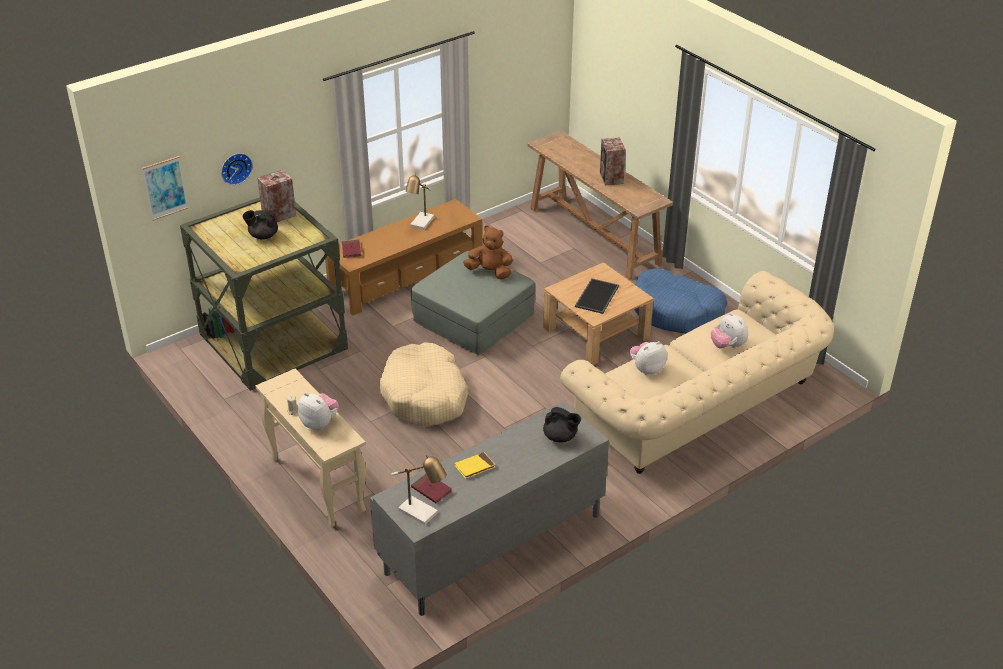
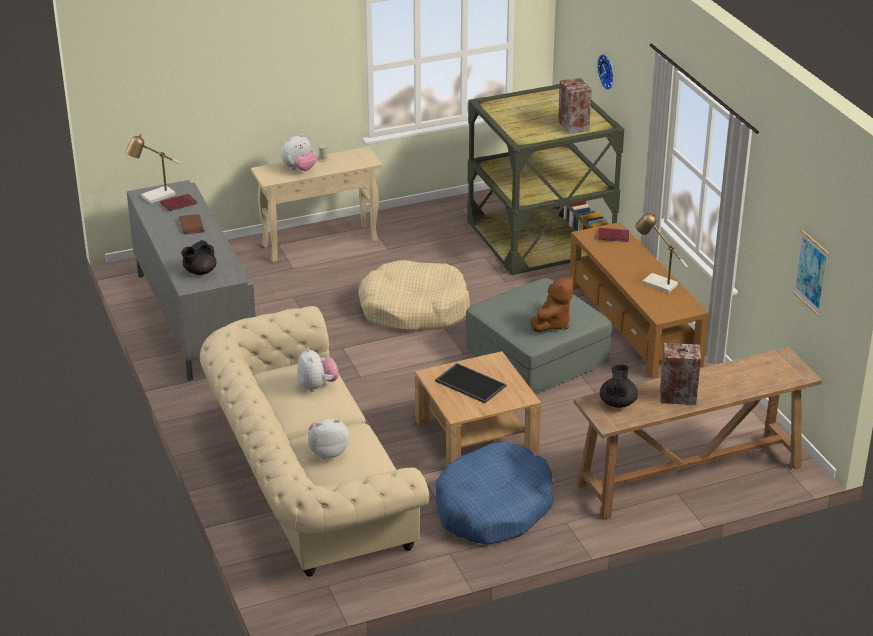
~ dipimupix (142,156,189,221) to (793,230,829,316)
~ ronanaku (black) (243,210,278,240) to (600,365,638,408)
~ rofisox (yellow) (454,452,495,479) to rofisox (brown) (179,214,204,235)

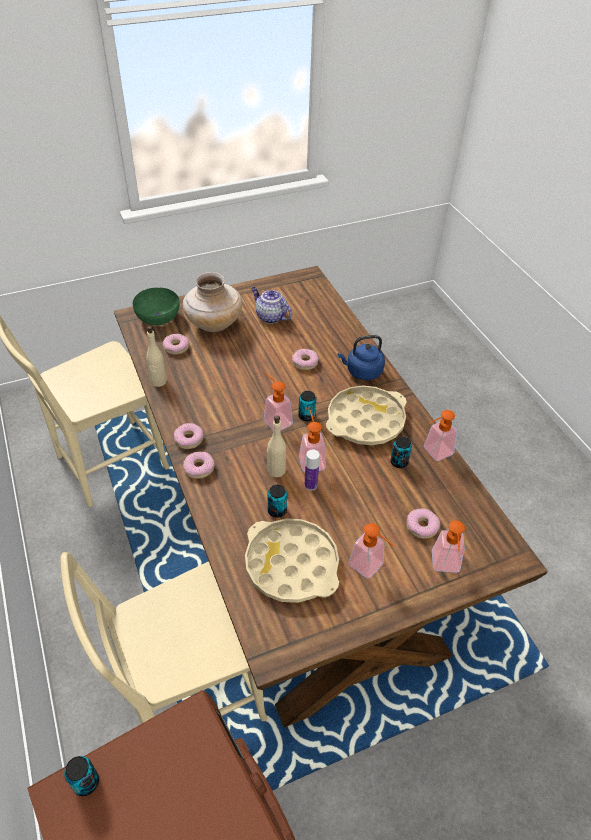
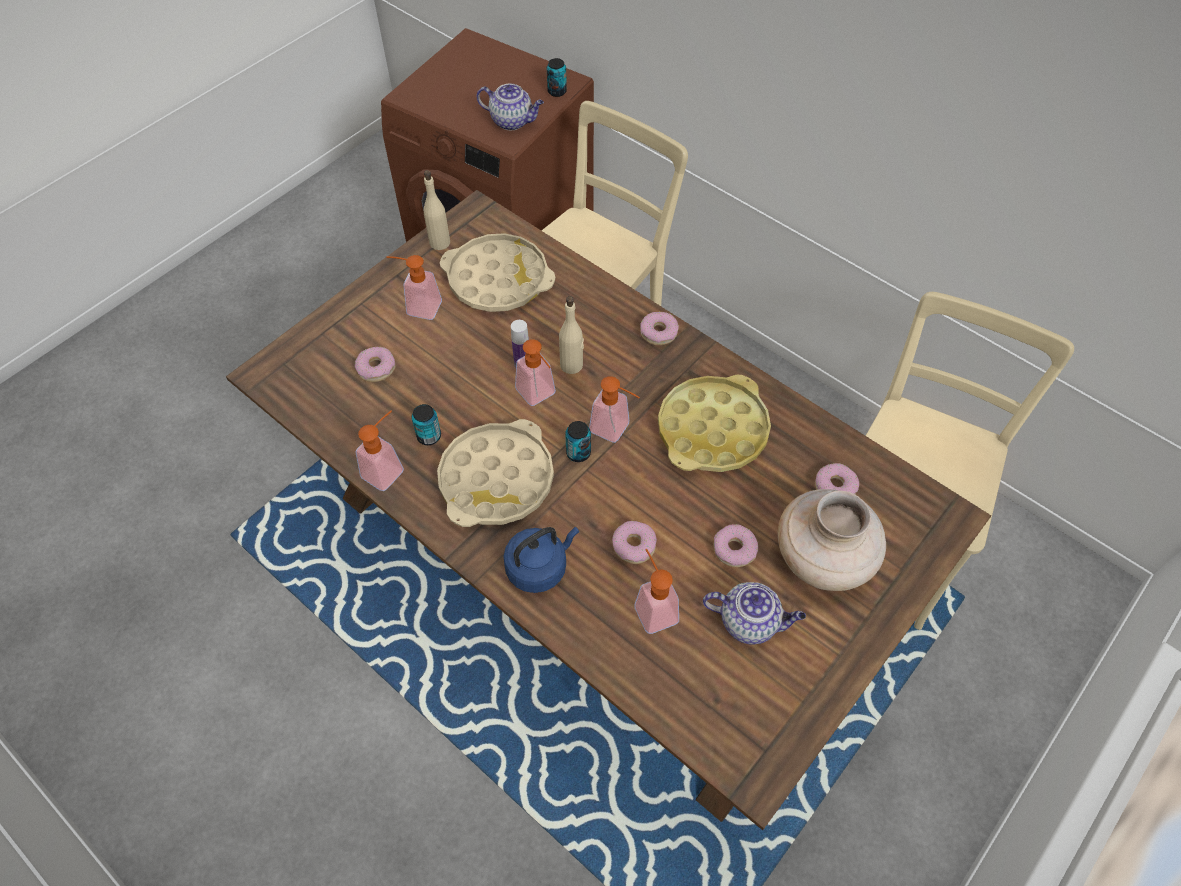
- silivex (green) (133,288,180,325)
~ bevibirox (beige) (146,326,167,387) to (424,170,450,250)
~ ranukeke (174,423,204,449) to (713,524,758,567)
- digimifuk (268,485,287,518)
~ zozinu (432,520,465,573) to (635,549,679,634)
+ ronanaku (477,84,544,130)
+ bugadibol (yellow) (658,374,771,472)

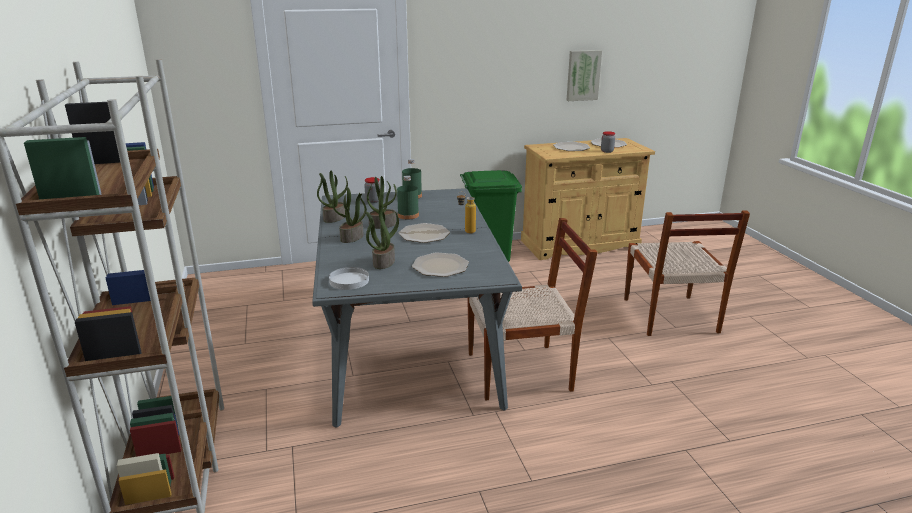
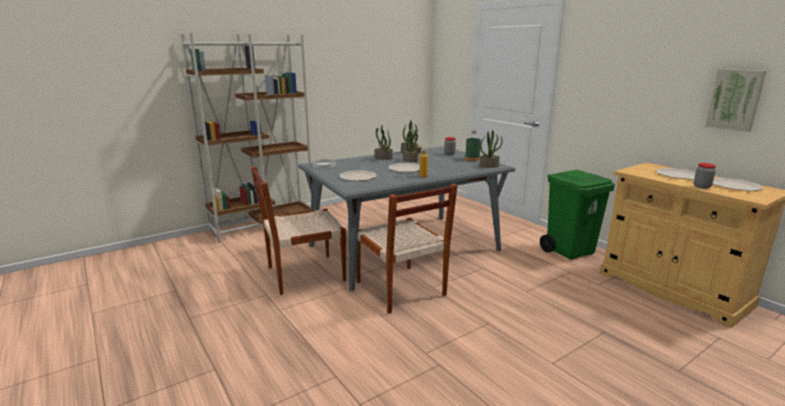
~ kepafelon (365,207,399,269) to (479,130,503,168)
- bevibirox (green) (397,175,419,219)
~ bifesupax (624,210,750,336) to (251,166,346,295)

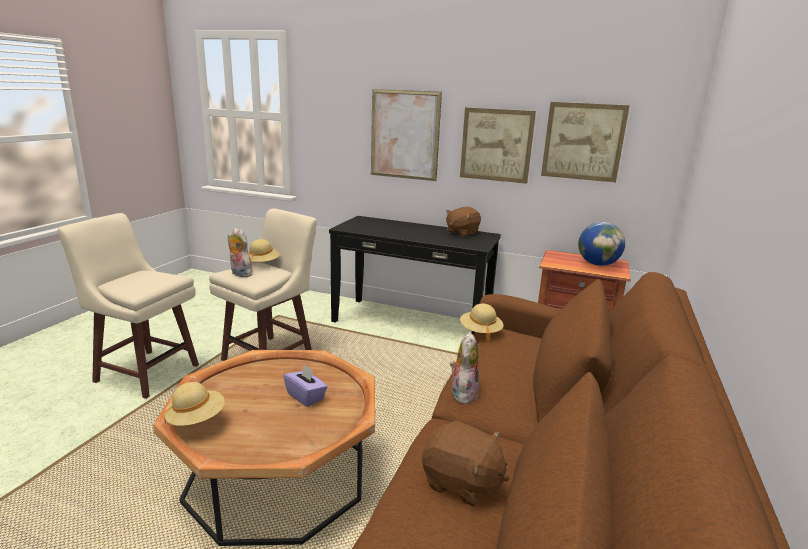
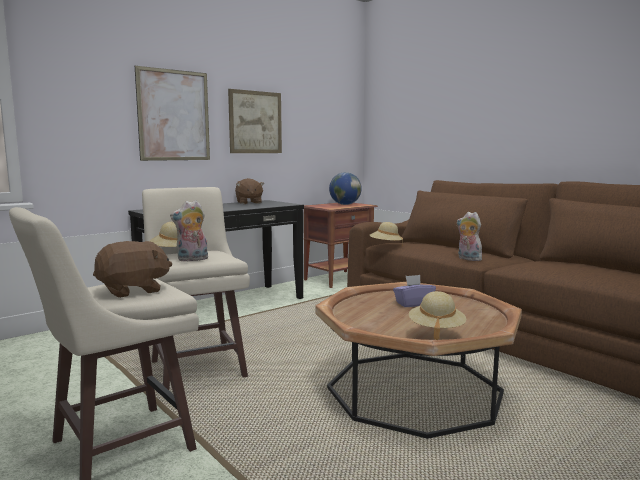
~ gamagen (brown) (422,421,509,507) to (93,241,172,298)
- dipimupix (541,102,630,182)

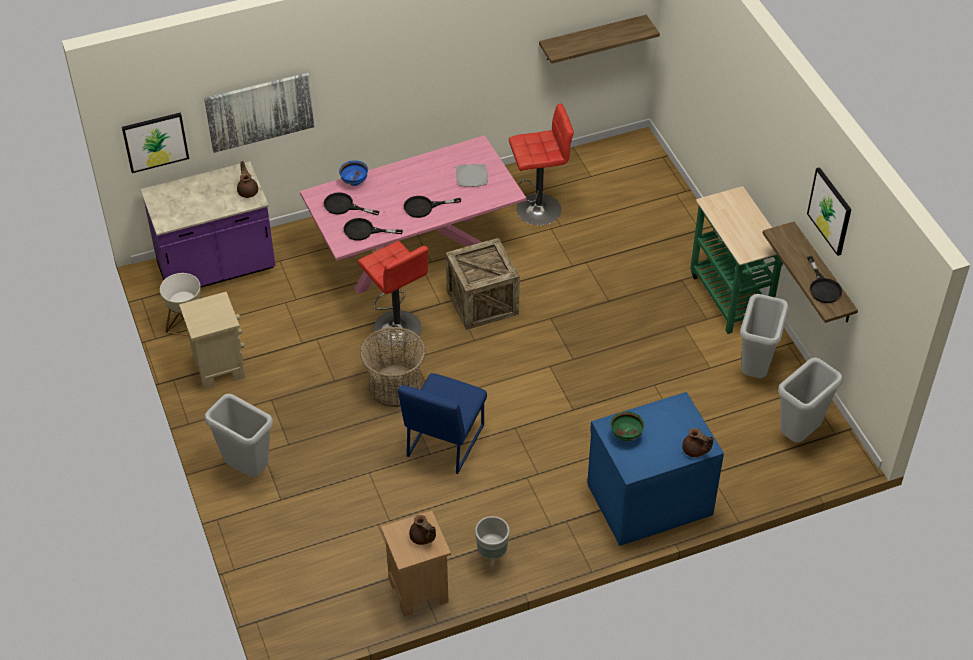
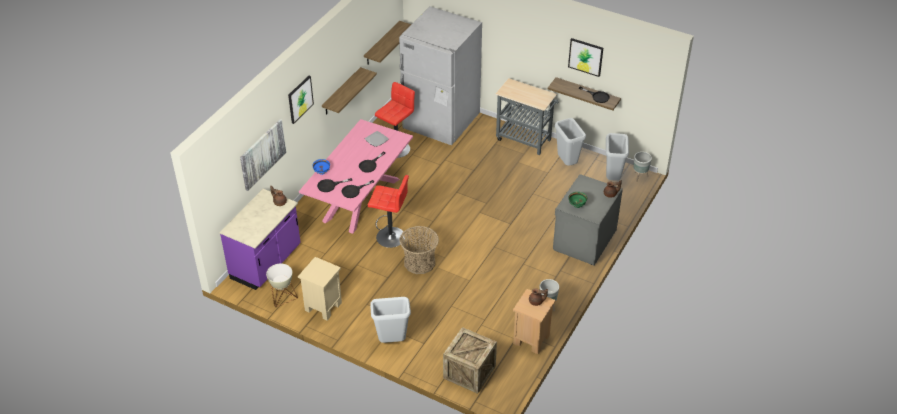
~ dipimupix (122,113,189,173) to (288,76,314,124)
- bifesupax (blue) (398,373,487,474)
~ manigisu (446,238,520,330) to (443,327,497,394)
~ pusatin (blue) (587,392,724,546) to pusatin (grey) (553,174,623,265)
~ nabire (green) (690,186,783,334) to nabire (grey) (496,78,559,155)
+ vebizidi (322,67,377,115)
+ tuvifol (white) (399,6,482,145)
+ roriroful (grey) (634,152,652,182)

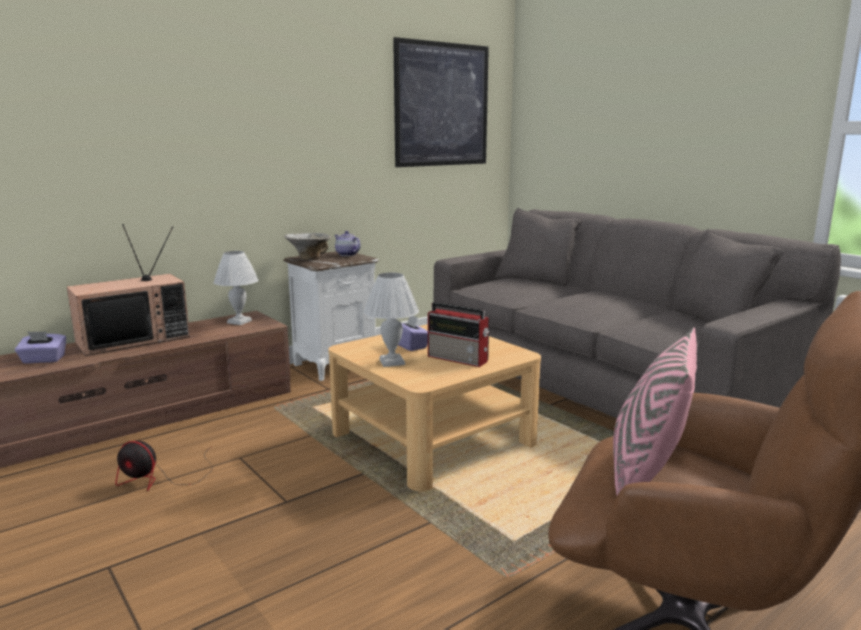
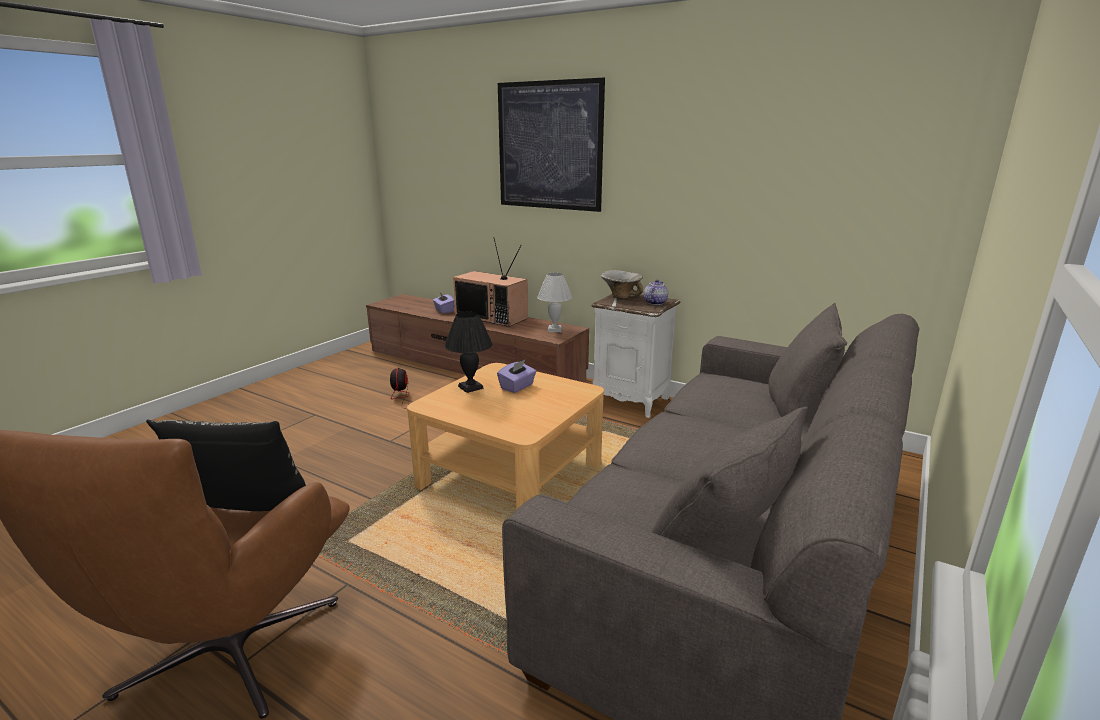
~ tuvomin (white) (364,273,419,367) to tuvomin (black) (445,311,492,393)
~ dipimupix (393,37,489,167) to (498,78,605,212)
- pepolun (428,302,490,367)
~ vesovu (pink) (613,327,697,496) to vesovu (black) (146,420,306,511)

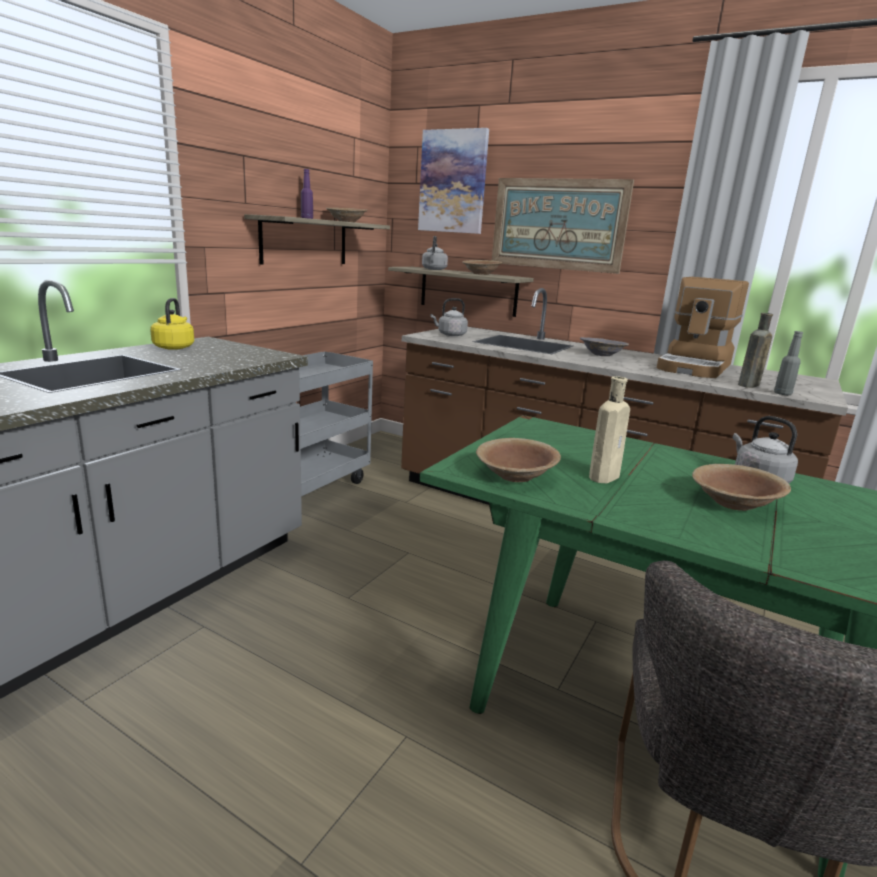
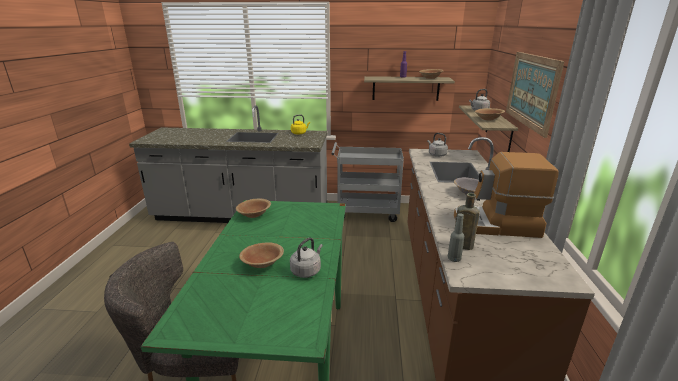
- dipimupix (418,128,489,234)
- bevibirox (beige) (589,376,630,483)

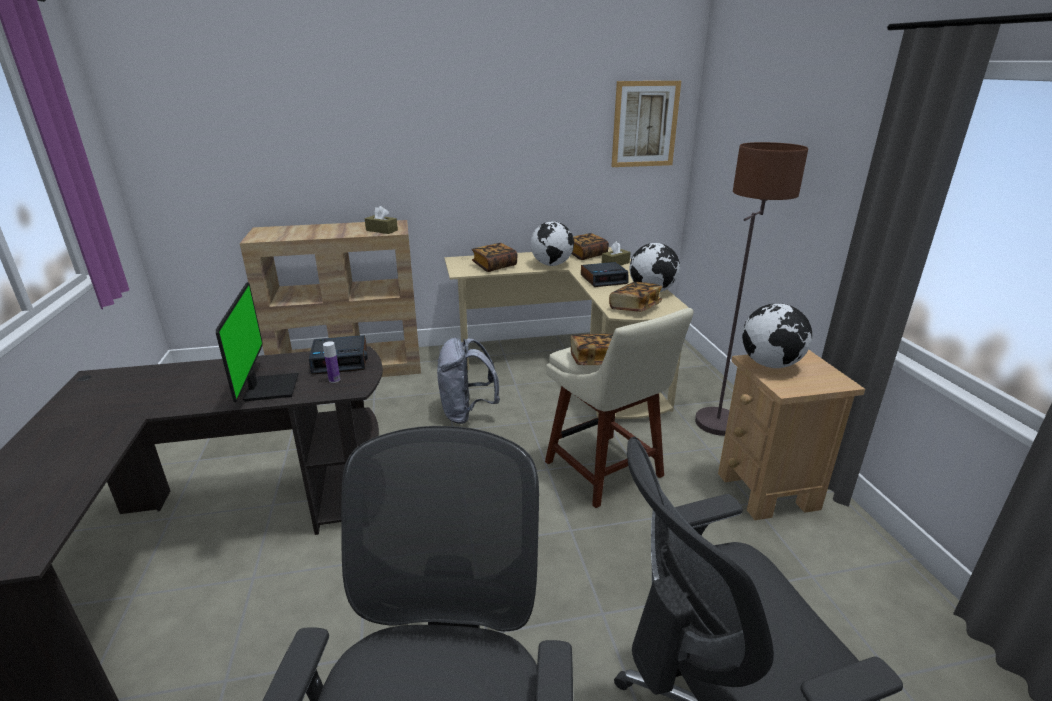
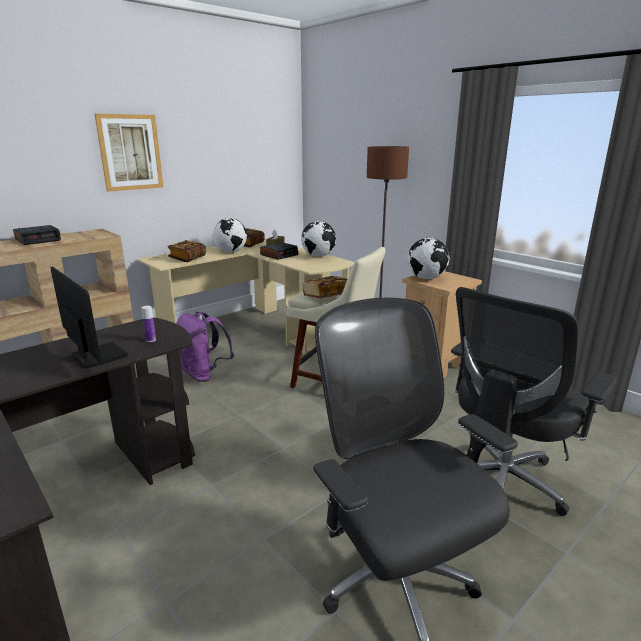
~ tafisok (309,335,368,375) to (13,225,61,245)
- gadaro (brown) (365,206,398,234)
~ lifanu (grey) (437,338,500,424) to lifanu (purple) (176,312,234,382)
- rofisox (609,282,662,312)
~ dipimupix (611,81,681,167) to (95,114,163,192)

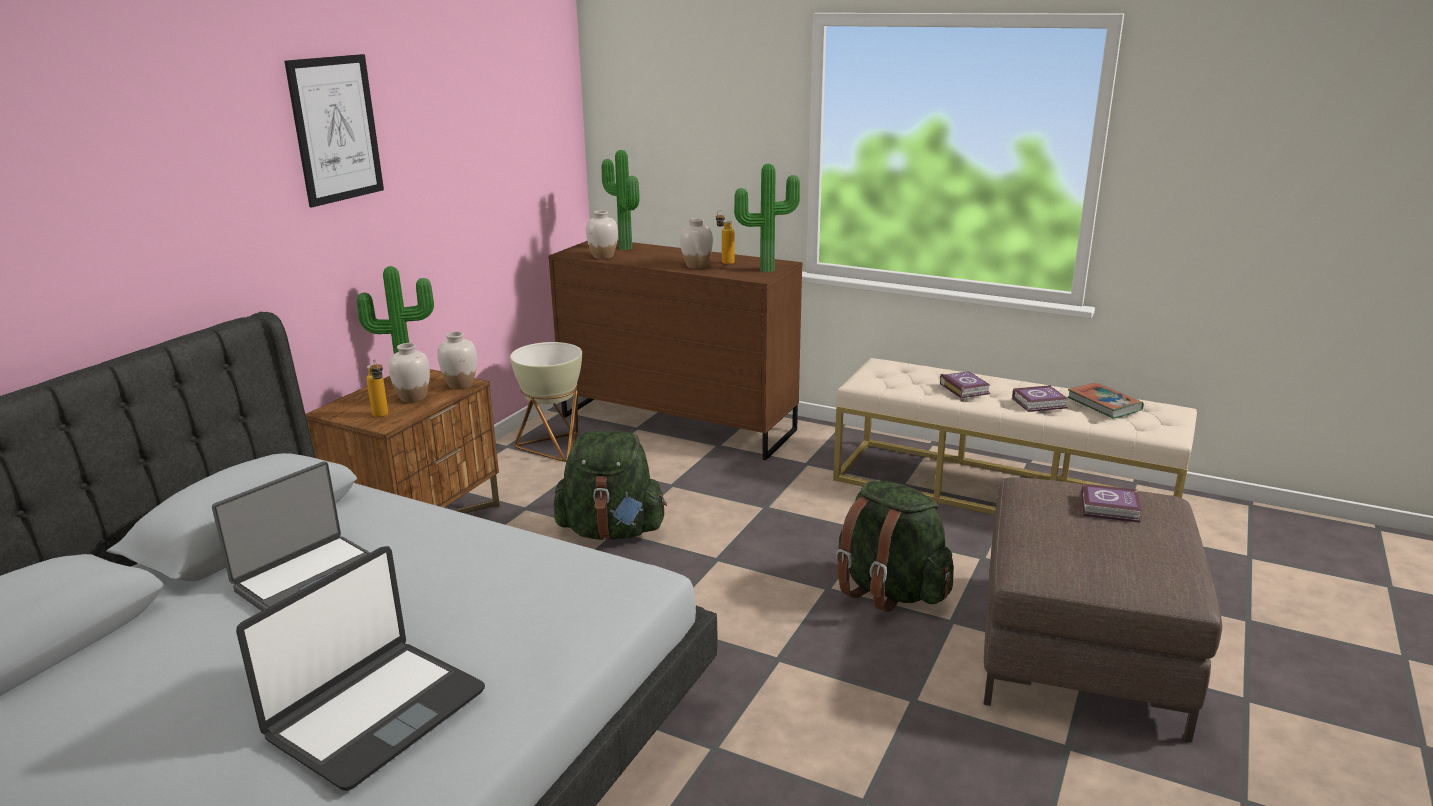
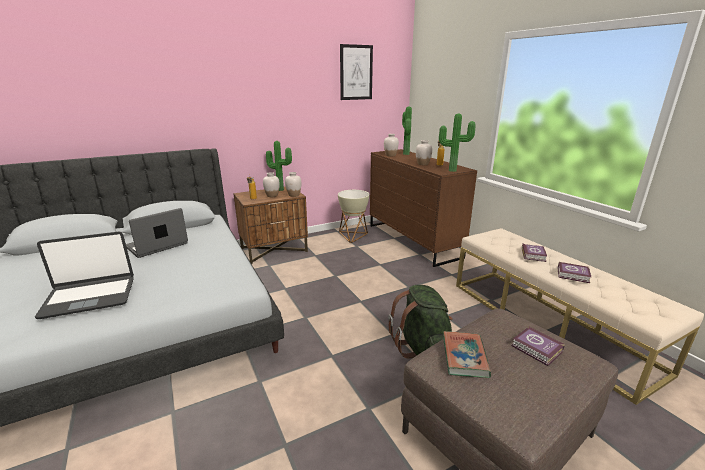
~ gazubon (212,461,371,611) = (126,208,188,258) 150 degrees clockwise
~ dipimupix (284,54,384,207) to (340,44,373,100)
- lifanu (green) (554,431,667,540)
~ rofisox (1068,383,1144,418) to (443,331,491,378)

